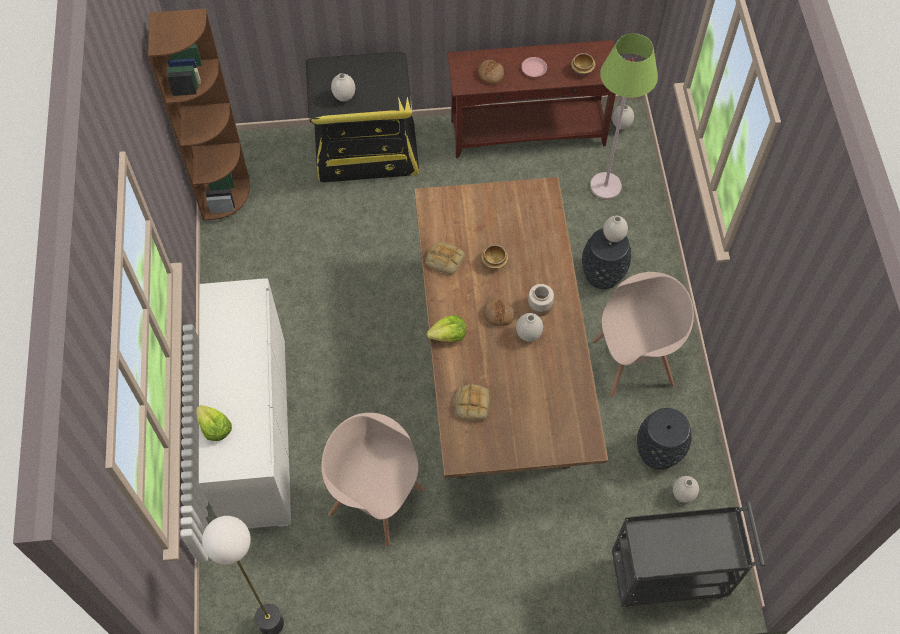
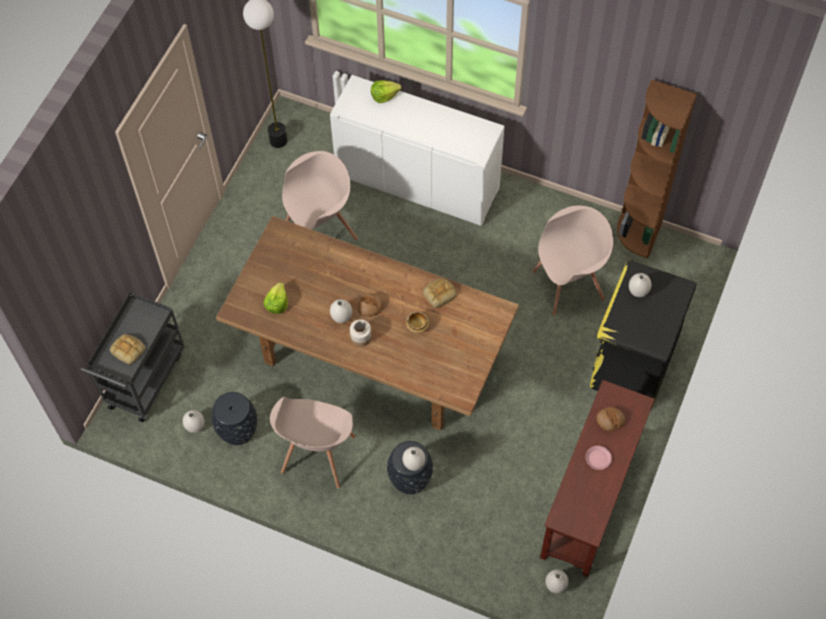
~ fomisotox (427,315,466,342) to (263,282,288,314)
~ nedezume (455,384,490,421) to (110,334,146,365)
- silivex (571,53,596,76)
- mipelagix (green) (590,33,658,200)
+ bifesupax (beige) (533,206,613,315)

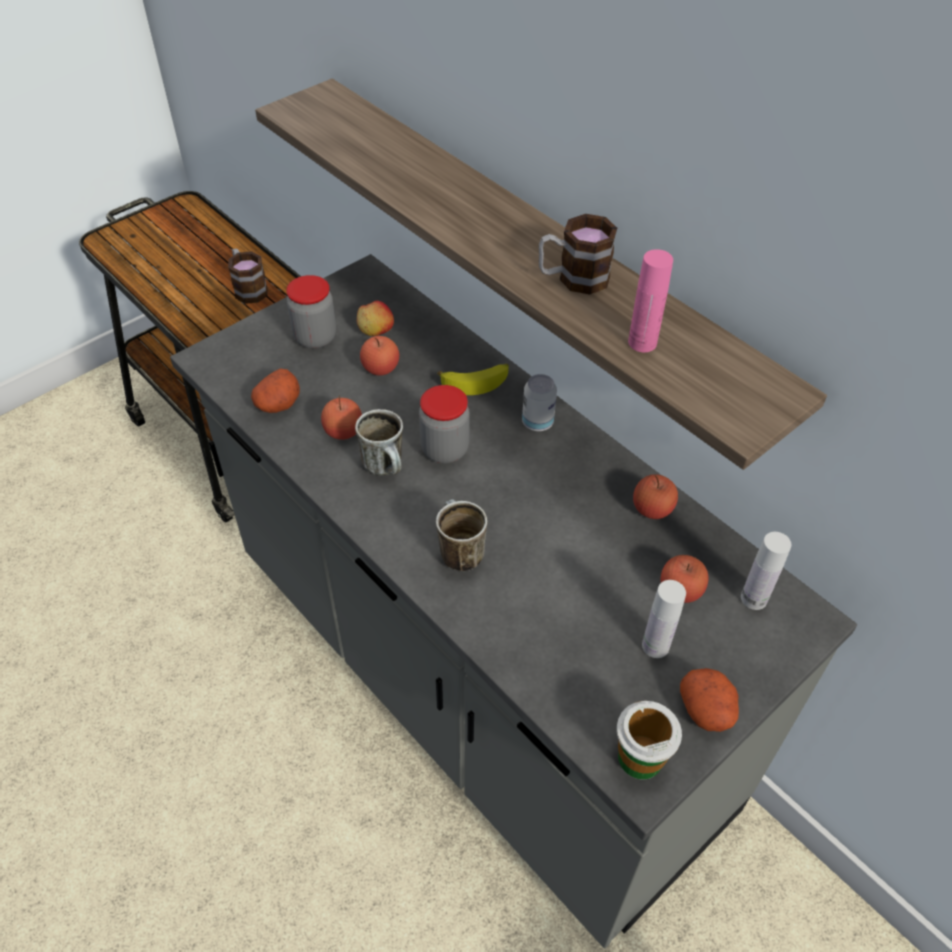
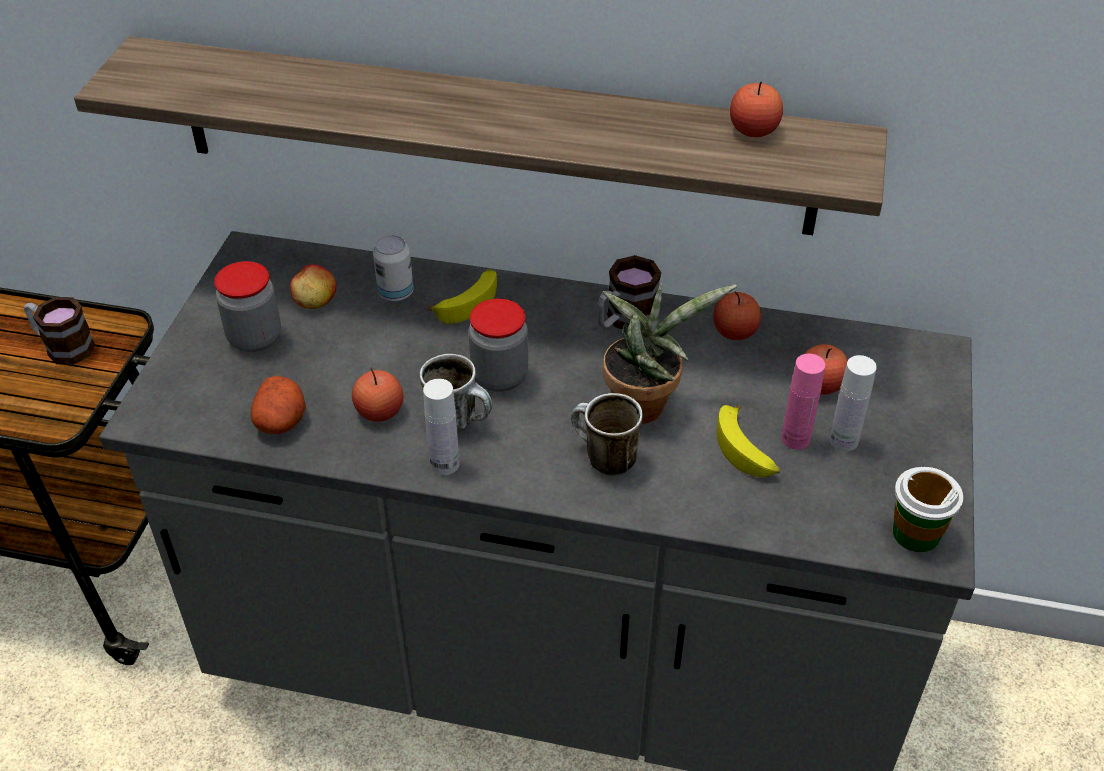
~ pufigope (360,336,399,375) to (730,81,783,137)
~ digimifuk (522,374,557,431) to (373,235,414,301)
~ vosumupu (539,214,617,295) to (597,255,661,329)
~ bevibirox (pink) (628,249,673,352) to (781,354,825,449)
- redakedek (680,668,739,732)
~ bevibirox (white) (741,532,791,610) to (423,379,460,475)
+ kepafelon (602,283,737,424)
+ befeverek (717,405,780,477)

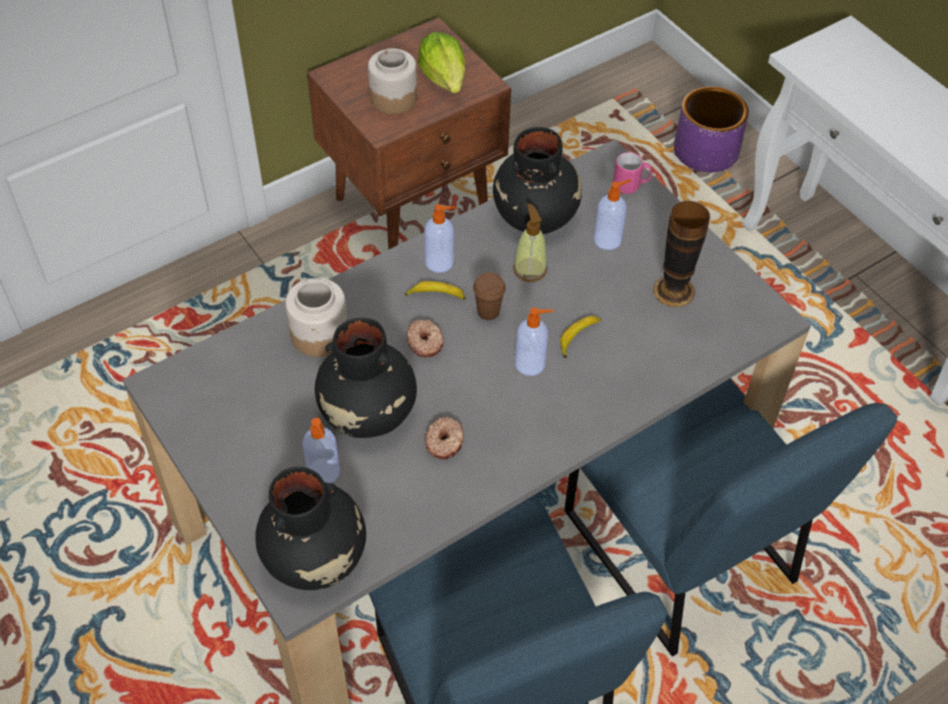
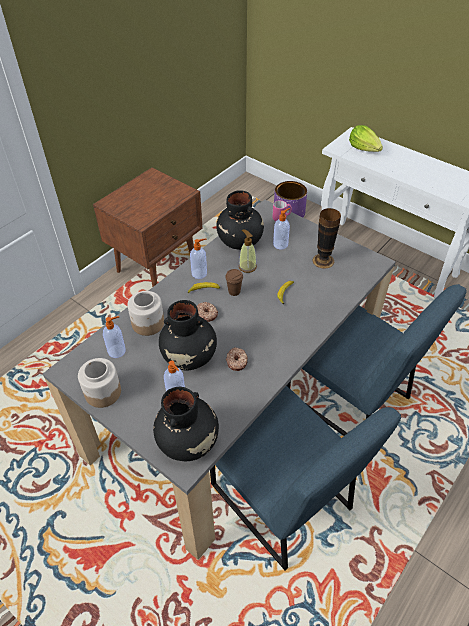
~ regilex (368,48,417,114) to (78,358,121,408)
~ fomisotox (418,32,465,93) to (349,125,383,152)
~ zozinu (515,307,553,376) to (103,316,126,358)

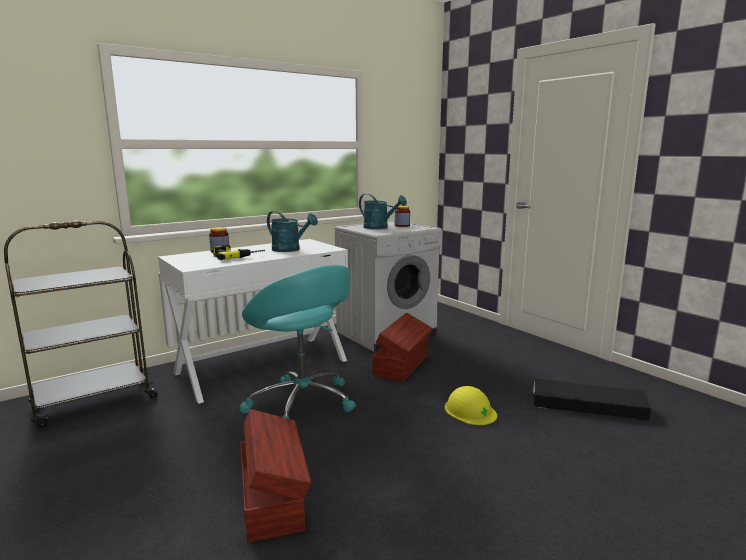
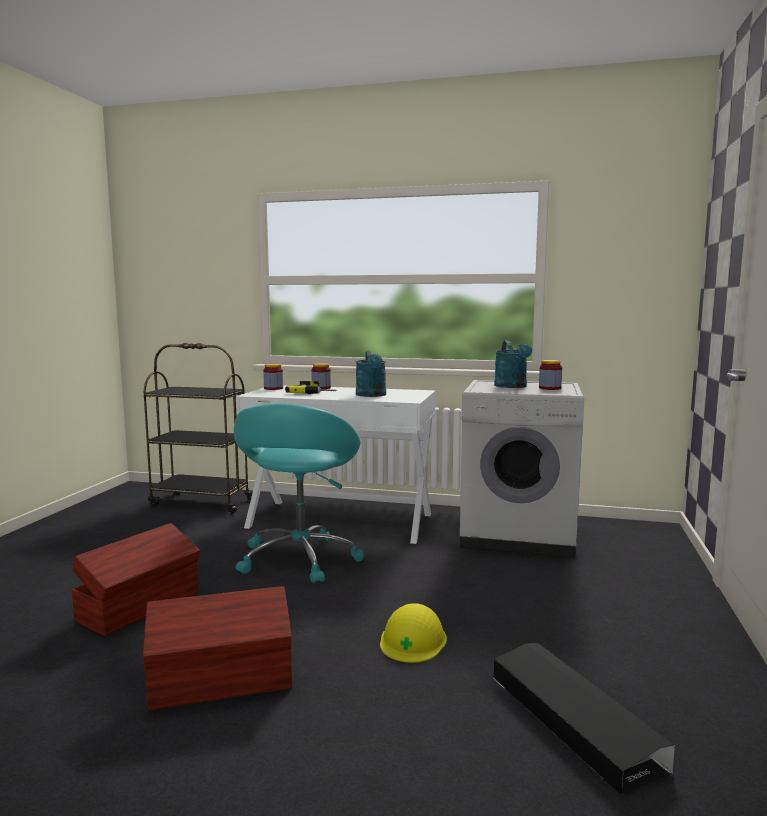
~ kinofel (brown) (373,312,433,382) to (143,586,292,711)
+ regilex (263,364,283,390)

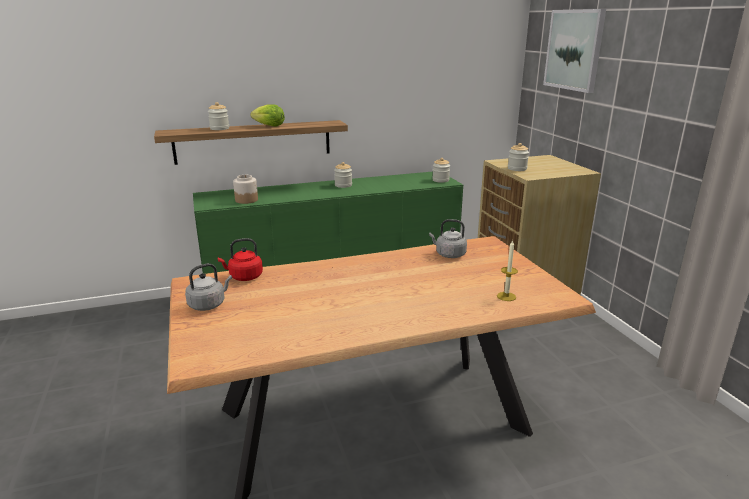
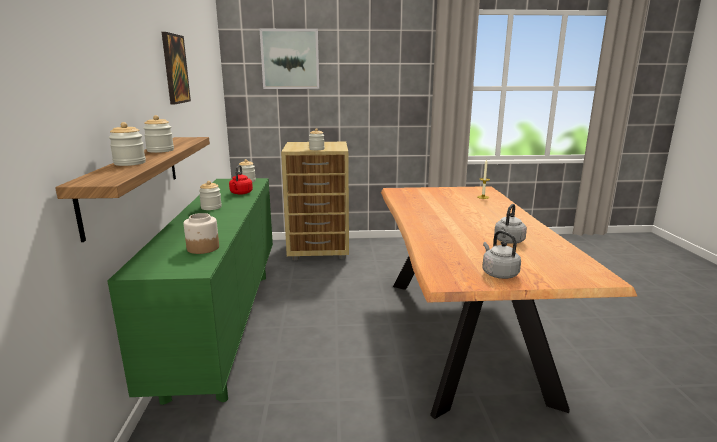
~ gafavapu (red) (218,238,263,281) to (229,165,253,195)
~ fomisotox (250,104,285,127) to regilex (143,115,174,153)
~ gafavapu (grey) (429,219,467,258) to (494,204,527,244)
+ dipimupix (162,32,191,105)

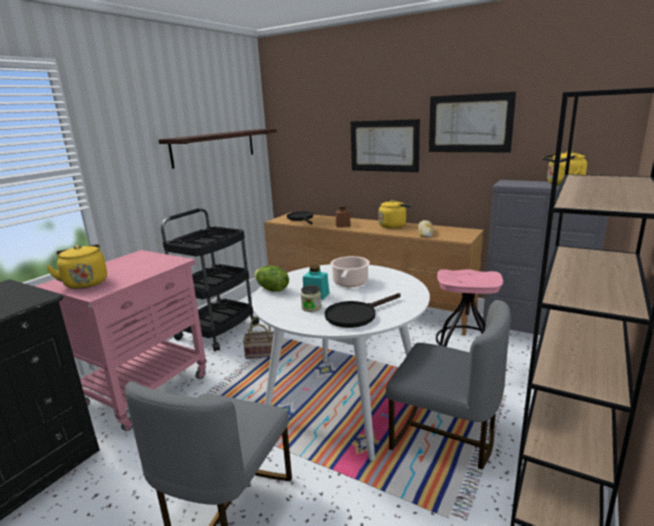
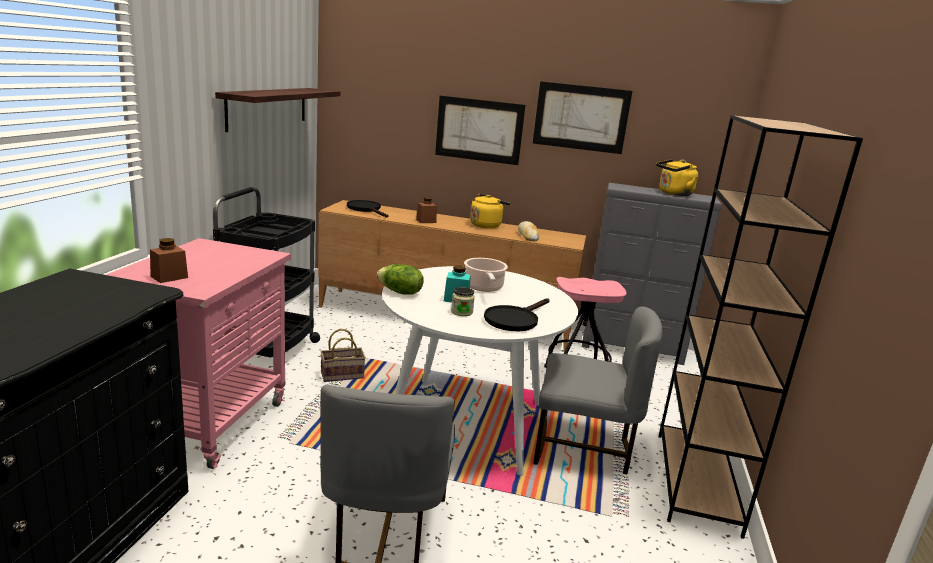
~ gafavapu (yellow) (46,244,107,289) to regilex (brown) (150,238,188,283)

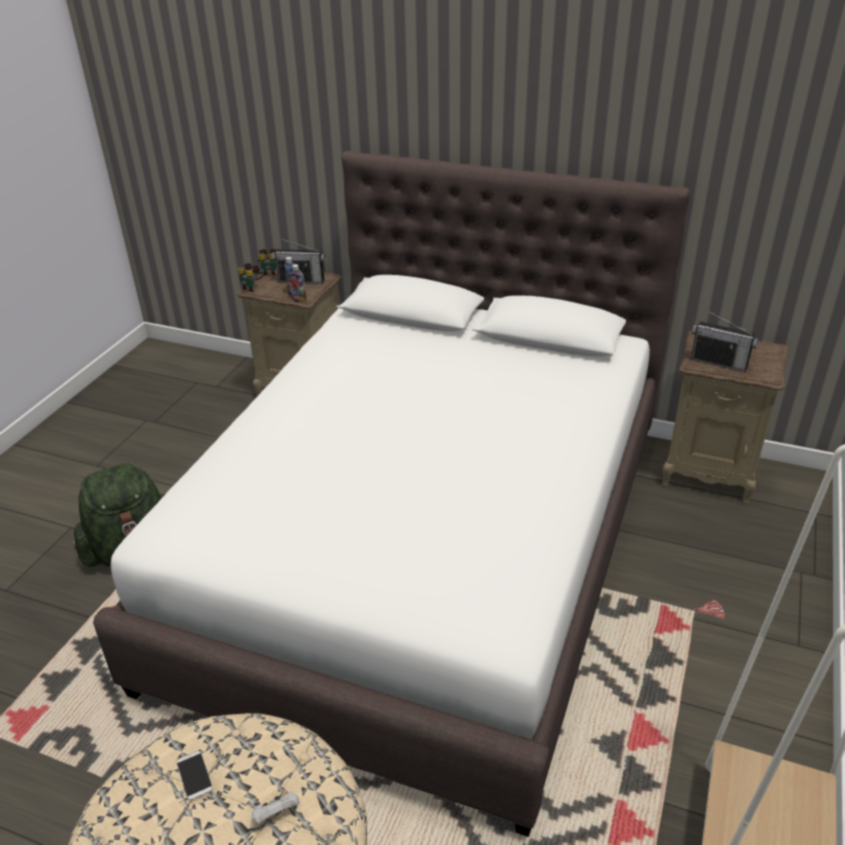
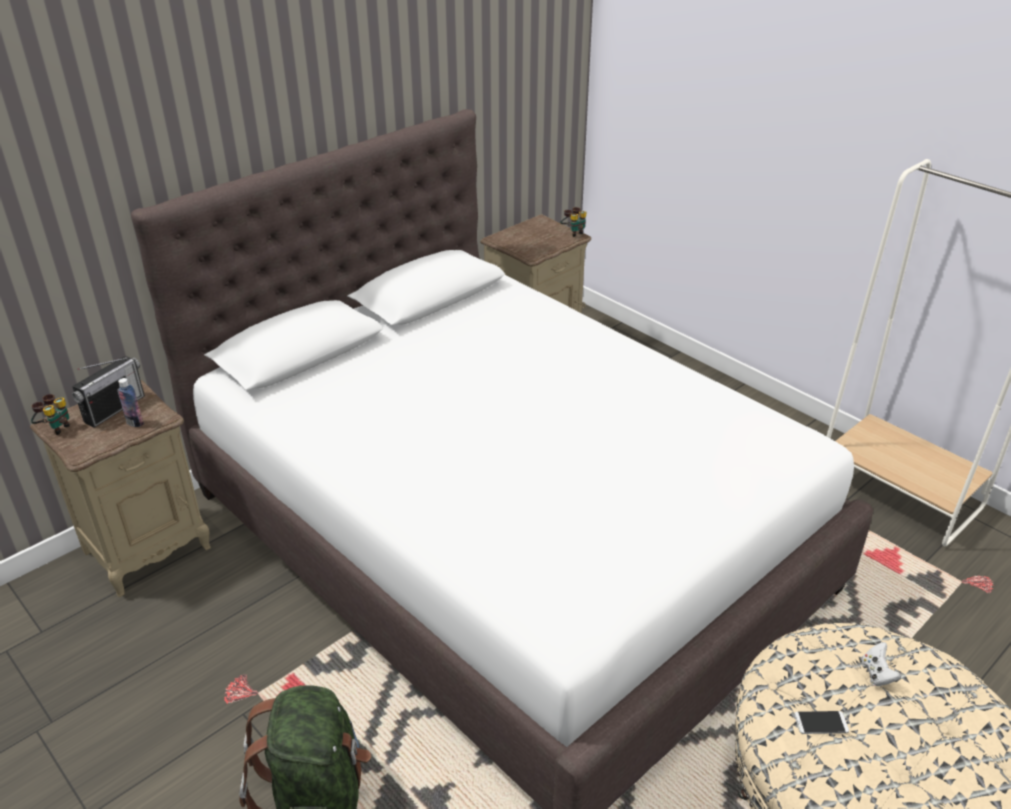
~ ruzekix (238,263,264,292) to (560,207,586,237)
- bevibirox (289,264,306,302)
- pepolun (691,311,759,372)

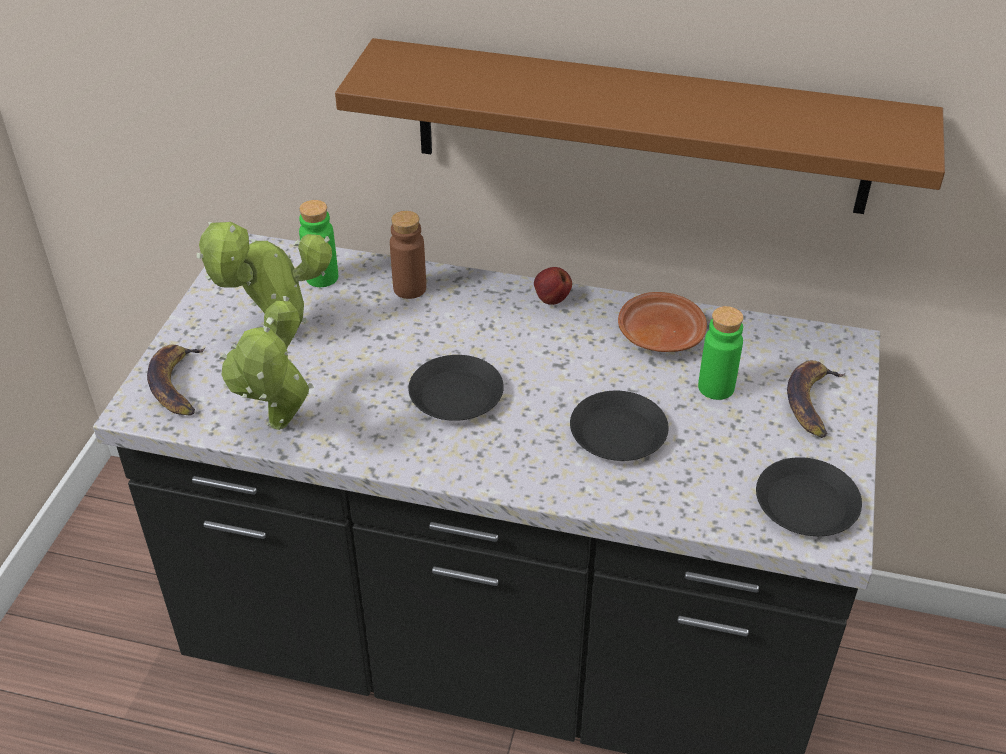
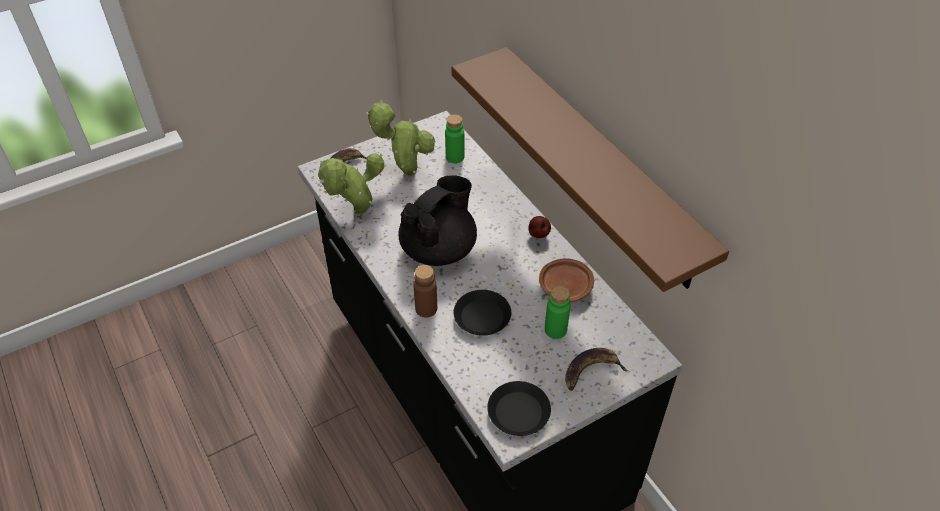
~ bevibirox (brown) (390,211,426,299) to (413,265,437,317)
~ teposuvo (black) (408,355,504,421) to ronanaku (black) (399,175,477,266)

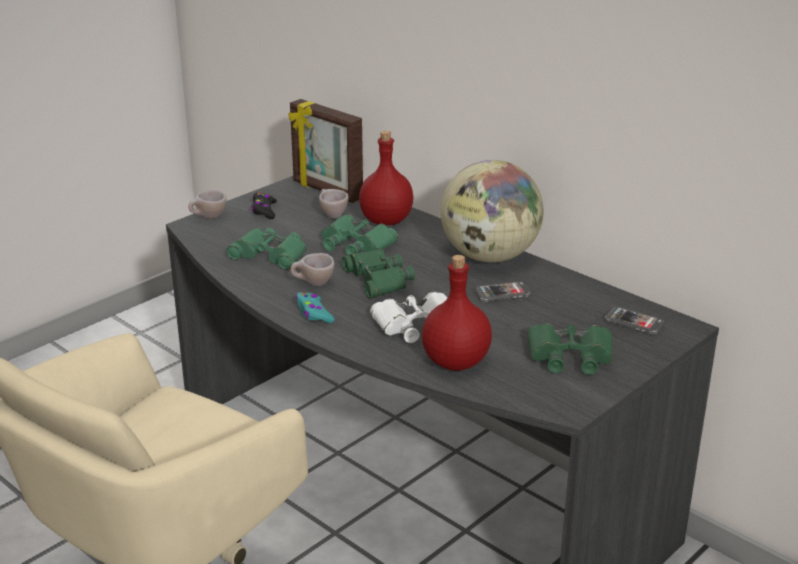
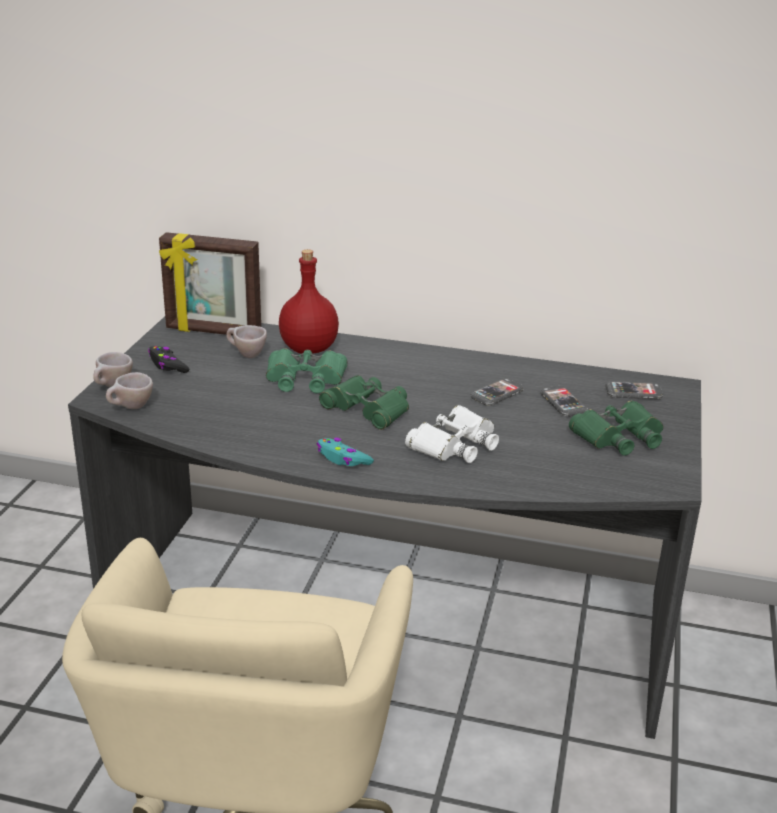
- ruzekix (green) (226,227,306,270)
~ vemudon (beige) (290,253,335,286) to (106,372,153,409)
- bevibirox (red) (422,255,492,371)
- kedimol (441,160,543,263)
+ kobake (540,385,588,417)

